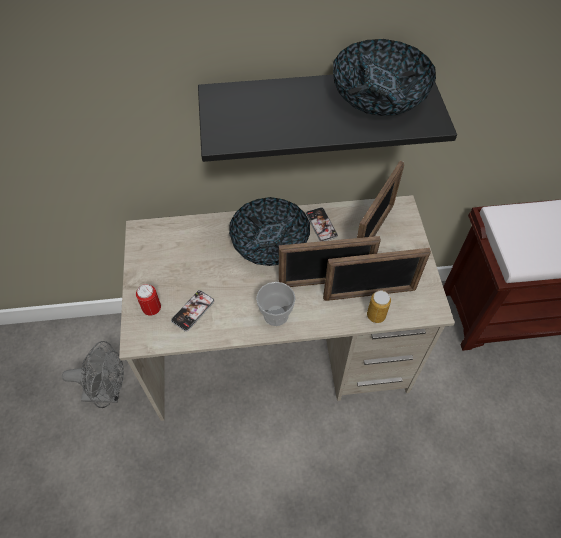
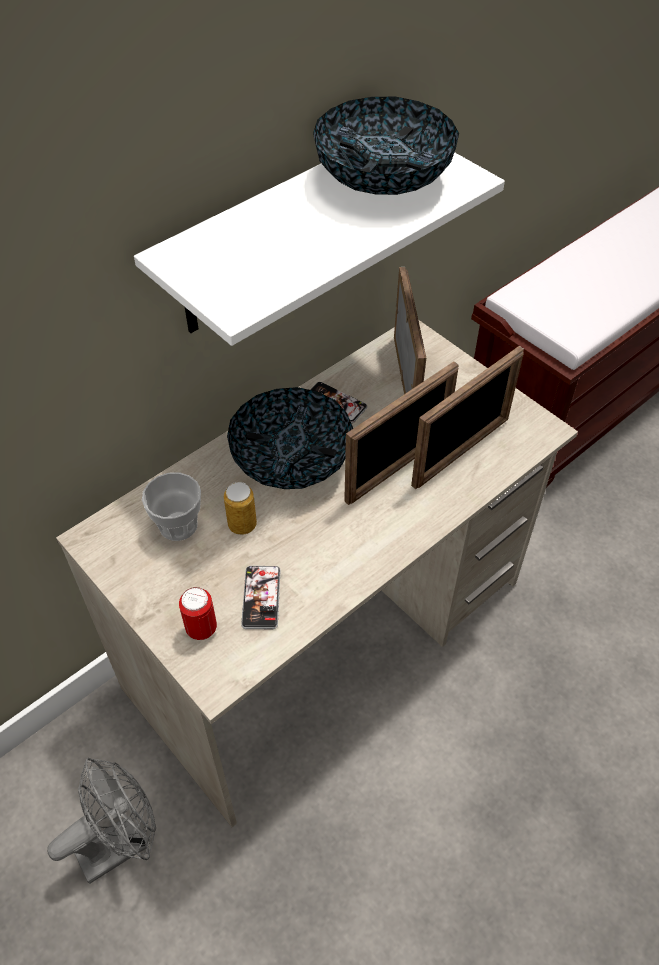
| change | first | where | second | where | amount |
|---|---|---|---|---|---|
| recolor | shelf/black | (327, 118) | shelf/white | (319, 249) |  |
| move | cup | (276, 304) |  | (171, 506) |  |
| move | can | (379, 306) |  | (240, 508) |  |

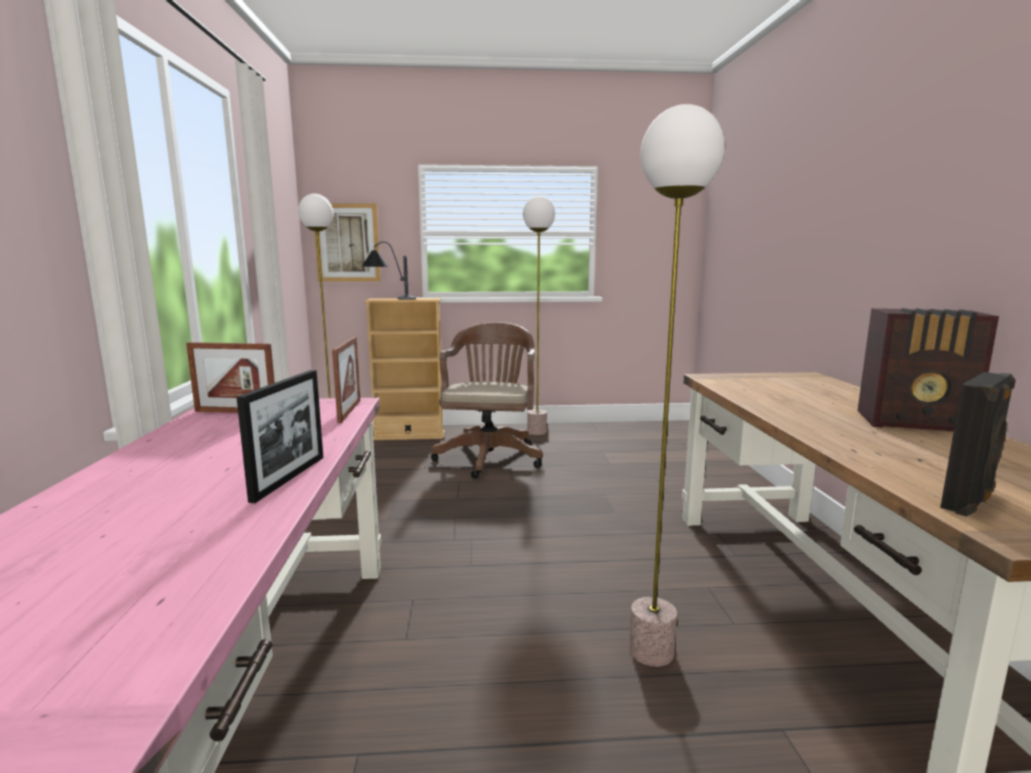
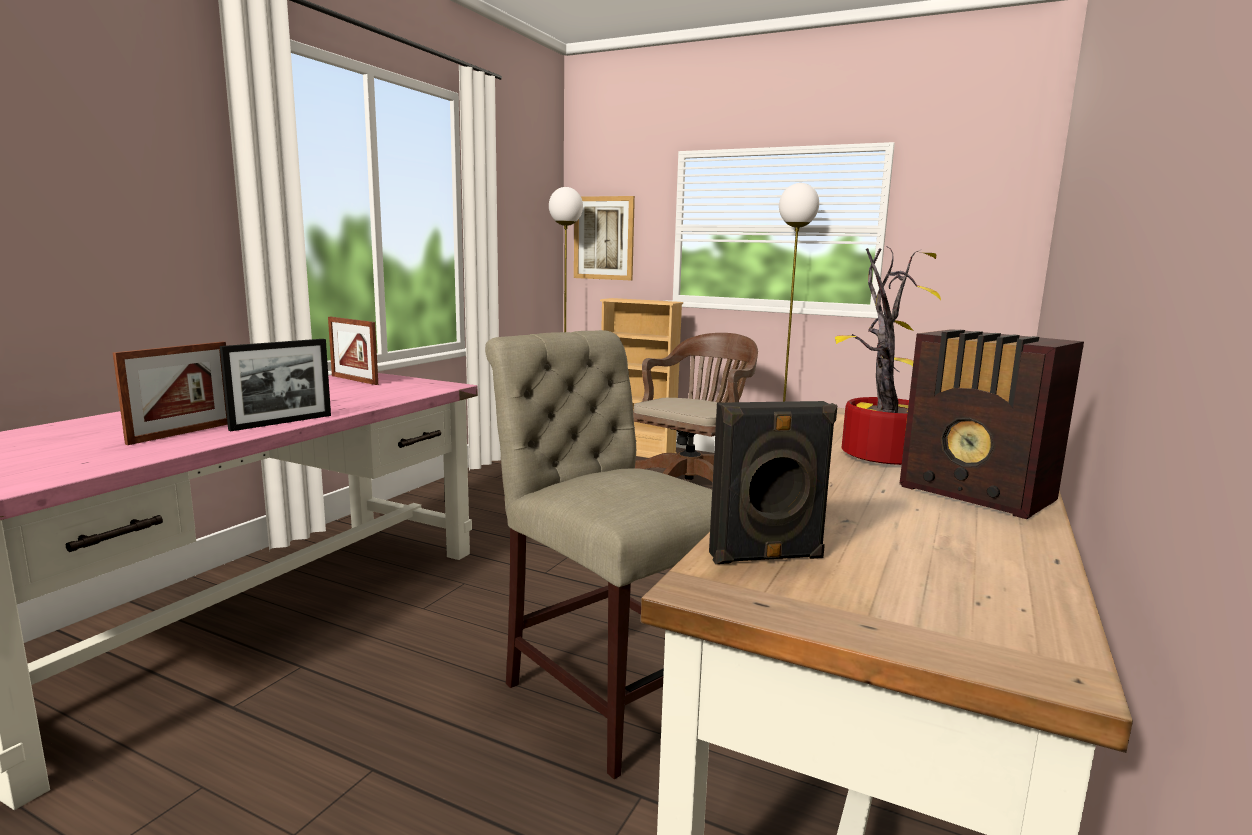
| change | first | where | second | where | amount |
|---|---|---|---|---|---|
| move | picture frame | (346, 380) |  | (170, 393) |  |
| replace | floor lamp | (677, 385) | chair/beige | (598, 554) |  |
| insert |  |  | potted plant | (888, 355) |  |
| delete | table lamp | (389, 270) |  |  |  |

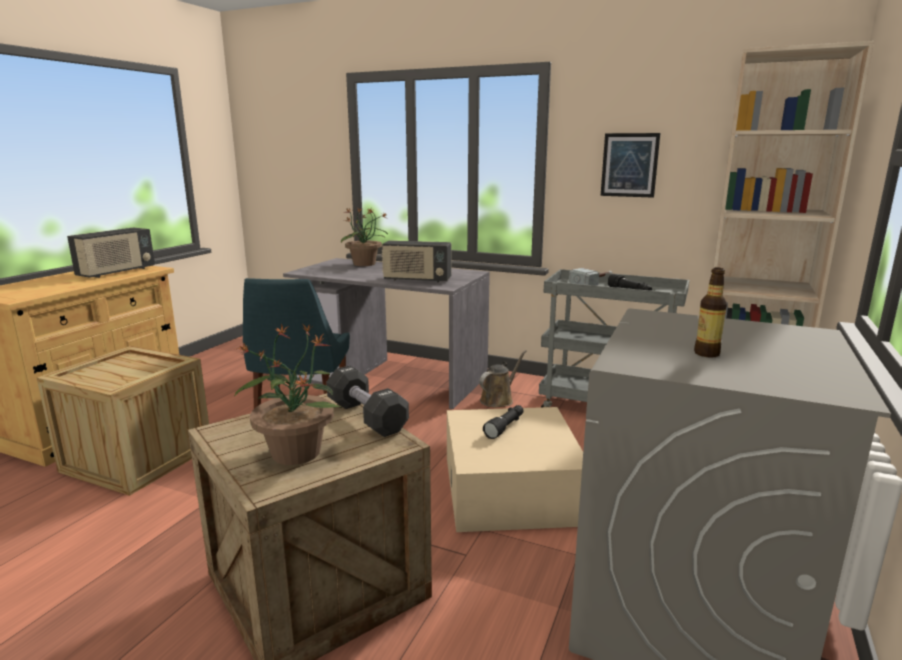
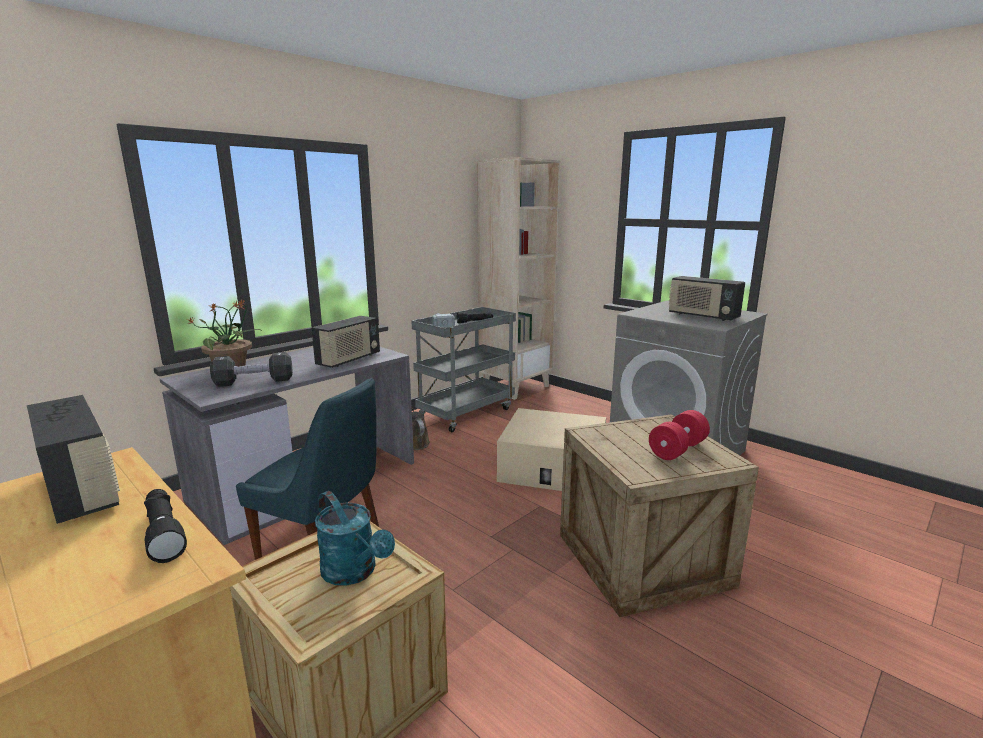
| change | first | where | second | where | amount |
|---|---|---|---|---|---|
| move | flashlight/black | (503, 422) |  | (165, 526) |  |
| move | dumbbell/black | (368, 401) |  | (251, 369) |  |
| insert |  |  | watering can/turquoise | (355, 538) |  |
| replace | potted plant | (288, 394) | dumbbell/red | (679, 435) |  |
| replace | bottle | (710, 313) | radio | (706, 298) |  |
| delete | picture | (630, 165) |  |  |  |

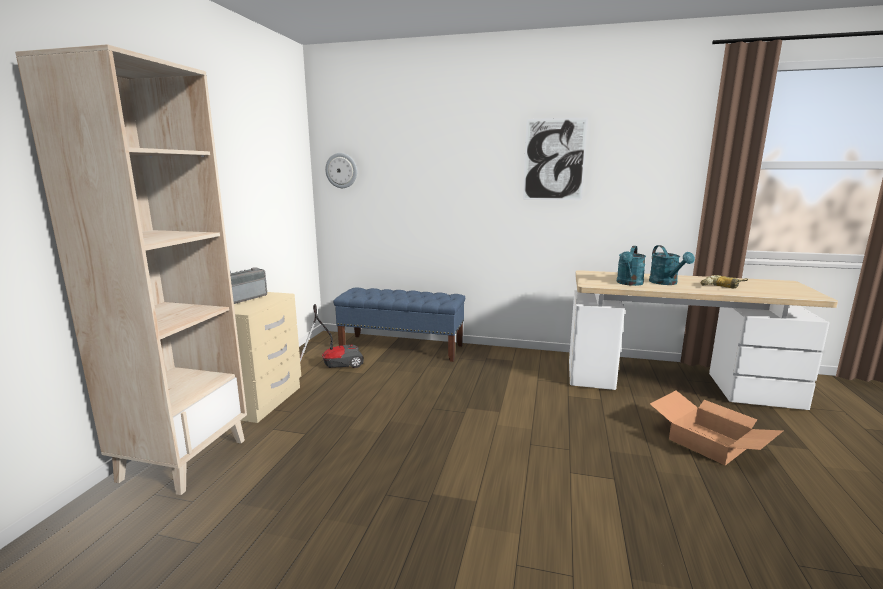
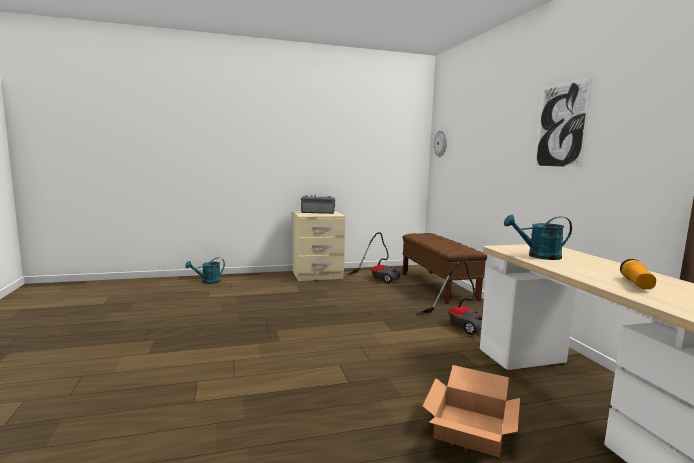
| change | first | where | second | where | amount |
|---|---|---|---|---|---|
| move | watering can/turquoise | (672, 265) |  | (205, 270) |  |
| recolor | bench/blue | (399, 325) | bench/brown | (445, 268) |  |
| insert |  |  | vacuum cleaner | (449, 298) |  |
| replace | power drill | (724, 281) | flashlight | (638, 274) |  |
| delete | bookcase/beige | (131, 269) |  |  |  |

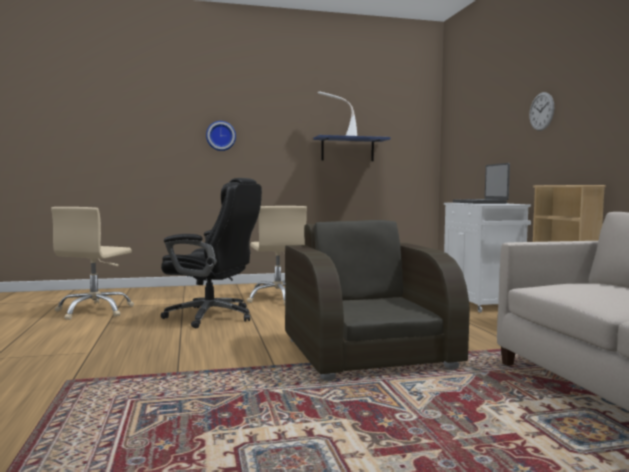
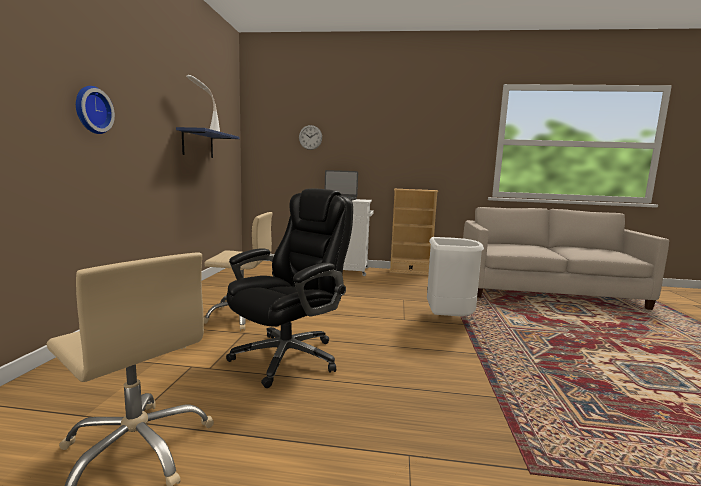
| change | first | where | second | where | amount |
|---|---|---|---|---|---|
| move | wall clock | (541, 111) |  | (310, 137) |  |
| replace | armchair/brown | (377, 300) | trash can/white | (455, 277) |  |

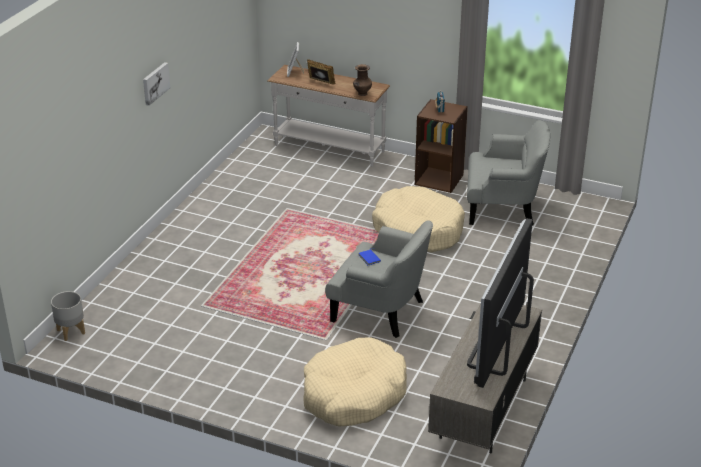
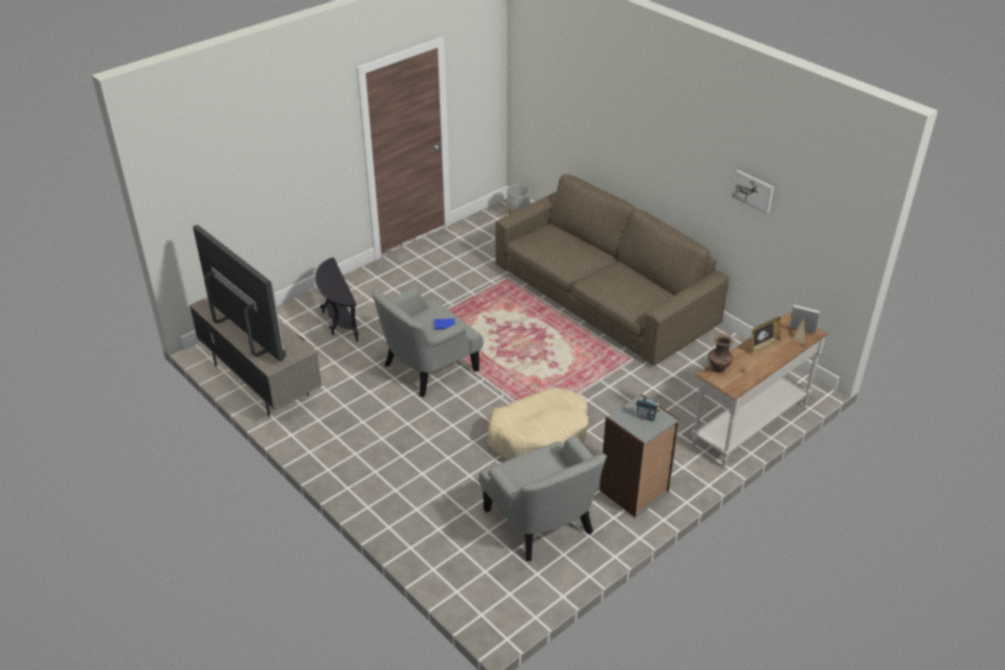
| change | first | where | second | where | amount |
|---|---|---|---|---|---|
| replace | dog bed/beige | (355, 381) | side table/black | (337, 299) |  |
| rotate | armchair/grey | (509, 173) |  | (543, 498) | 60 degrees counterclockwise |
| insert |  |  | sofa/brown | (612, 270) |  |
| recolor | bookcase/brown | (441, 146) | bookcase/grey | (640, 456) |  |
| move | picture | (156, 84) |  | (753, 192) |  |

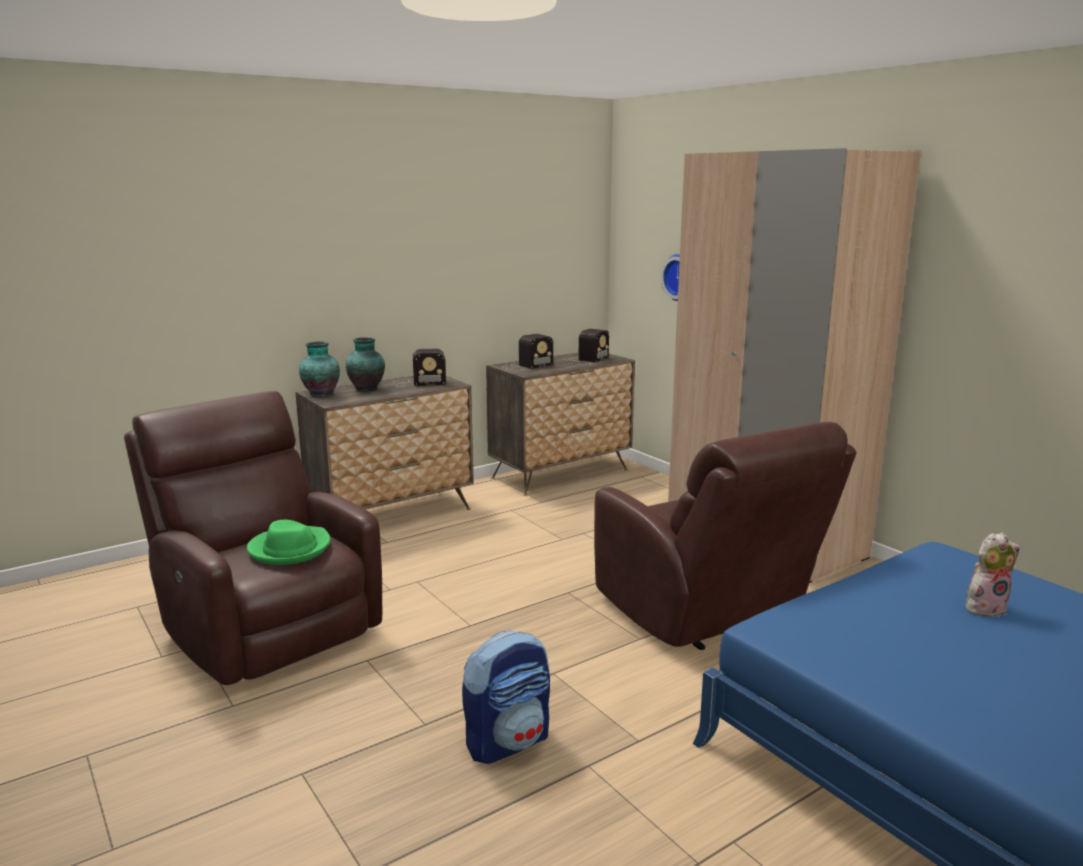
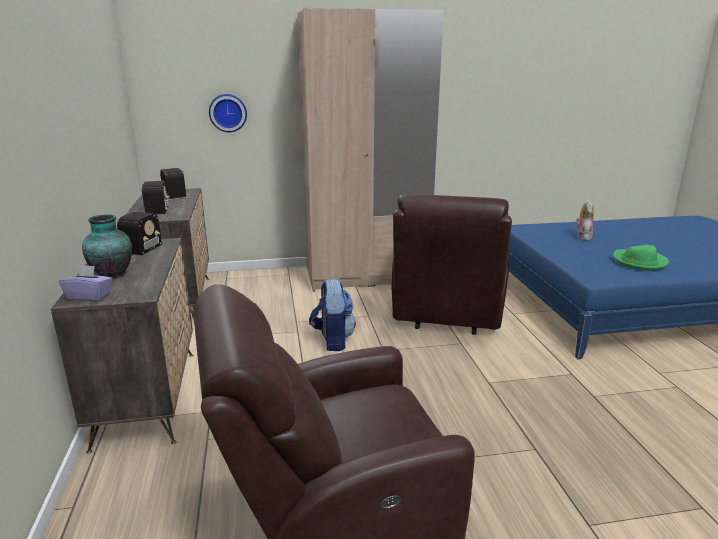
| change | first | where | second | where | amount |
|---|---|---|---|---|---|
| replace | vase | (319, 369) | tissue box/purple | (85, 283) |  |
| move | backpack | (506, 697) |  | (332, 315) |  |
| rotate | armchair/brown | (725, 536) |  | (451, 264) | 105 degrees clockwise |
| move | hat/green | (289, 542) |  | (641, 258) |  |

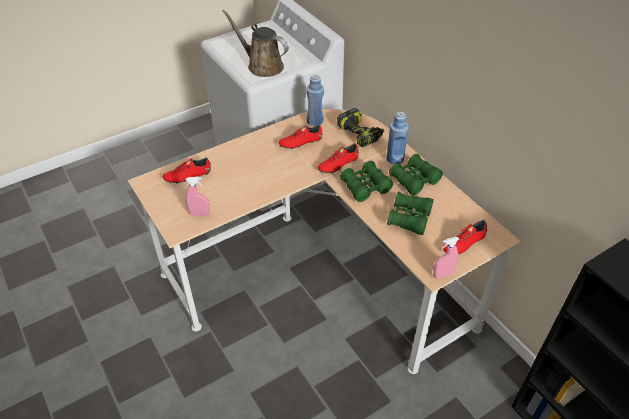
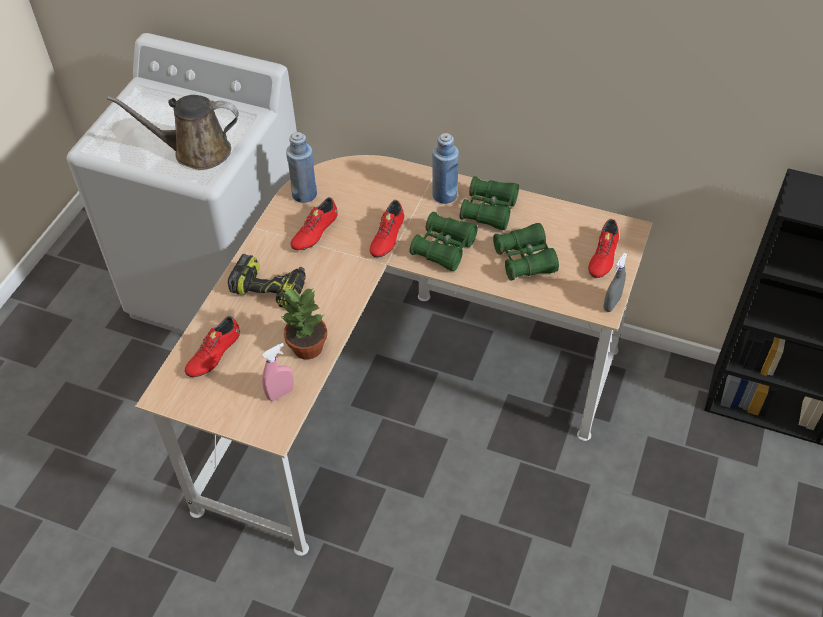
| change | first | where | second | where | amount |
|---|---|---|---|---|---|
| move | power drill | (360, 127) |  | (267, 281) |  |
| insert |  |  | potted plant | (304, 324) |  |
| recolor | spray bottle/pink | (446, 257) | spray bottle/grey | (616, 282) |  |

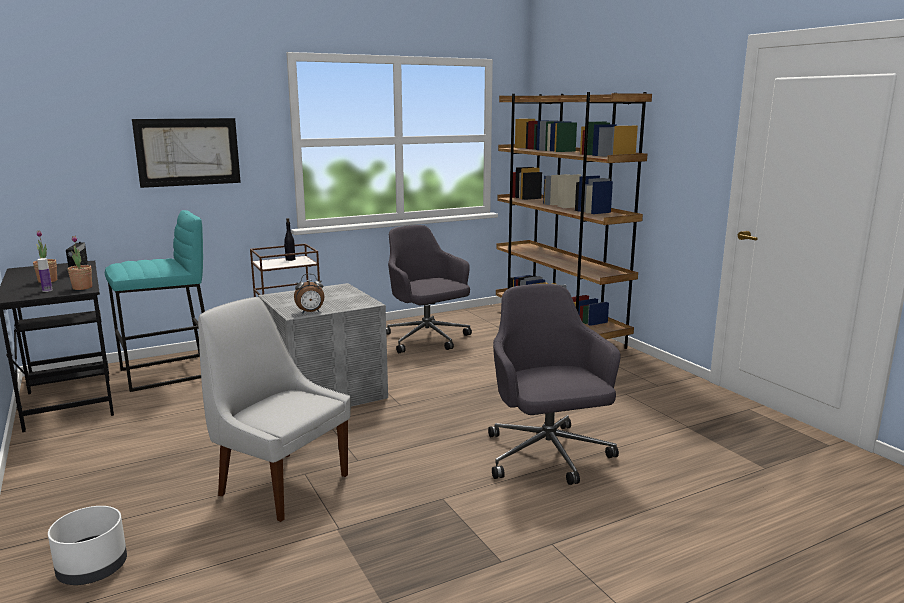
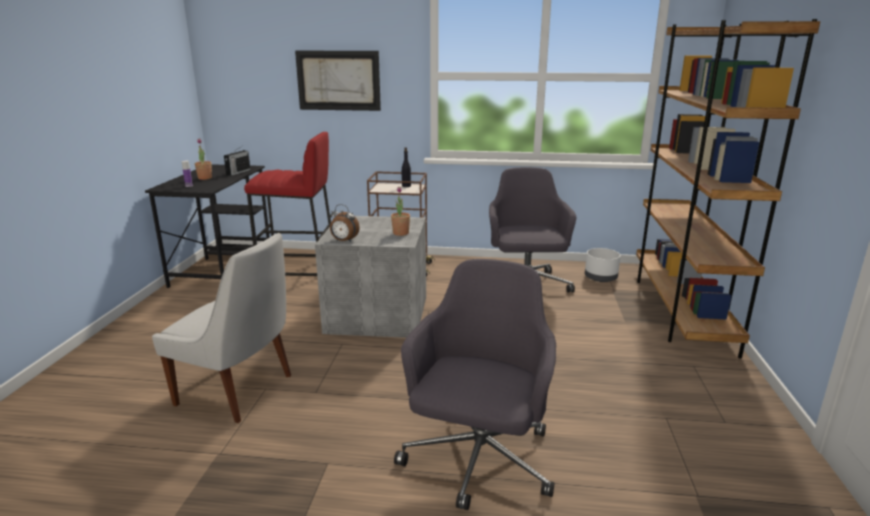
| change | first | where | second | where | amount |
|---|---|---|---|---|---|
| rotate | chair/white | (274, 409) |  | (221, 328) | 135 degrees clockwise |
| recolor | stool/turquoise | (155, 301) | stool/red | (287, 204) |  |
| move | potted plant | (80, 263) |  | (400, 211) |  |
| move | planter/white | (87, 545) |  | (603, 265) |  |

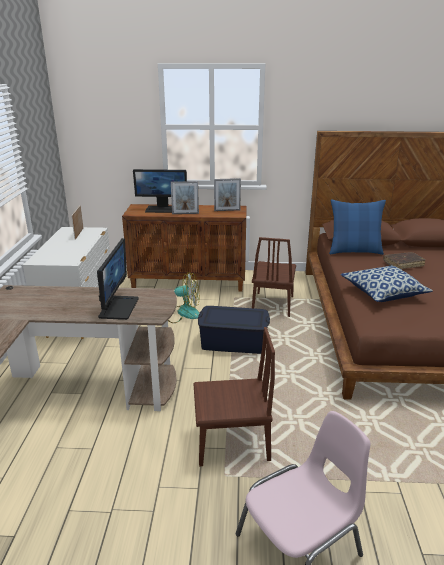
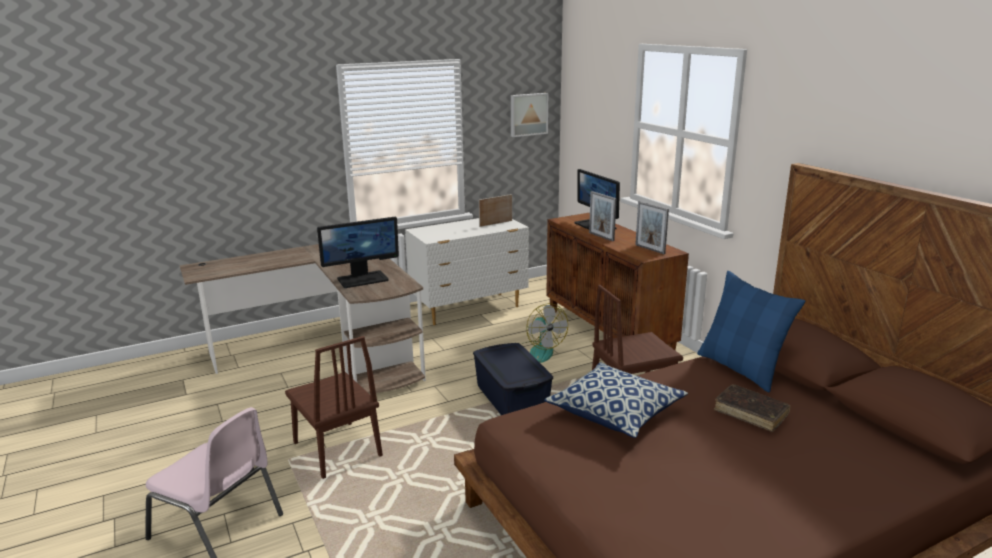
| change | first | where | second | where | amount |
|---|---|---|---|---|---|
| insert |  |  | picture | (529, 115) |  |

